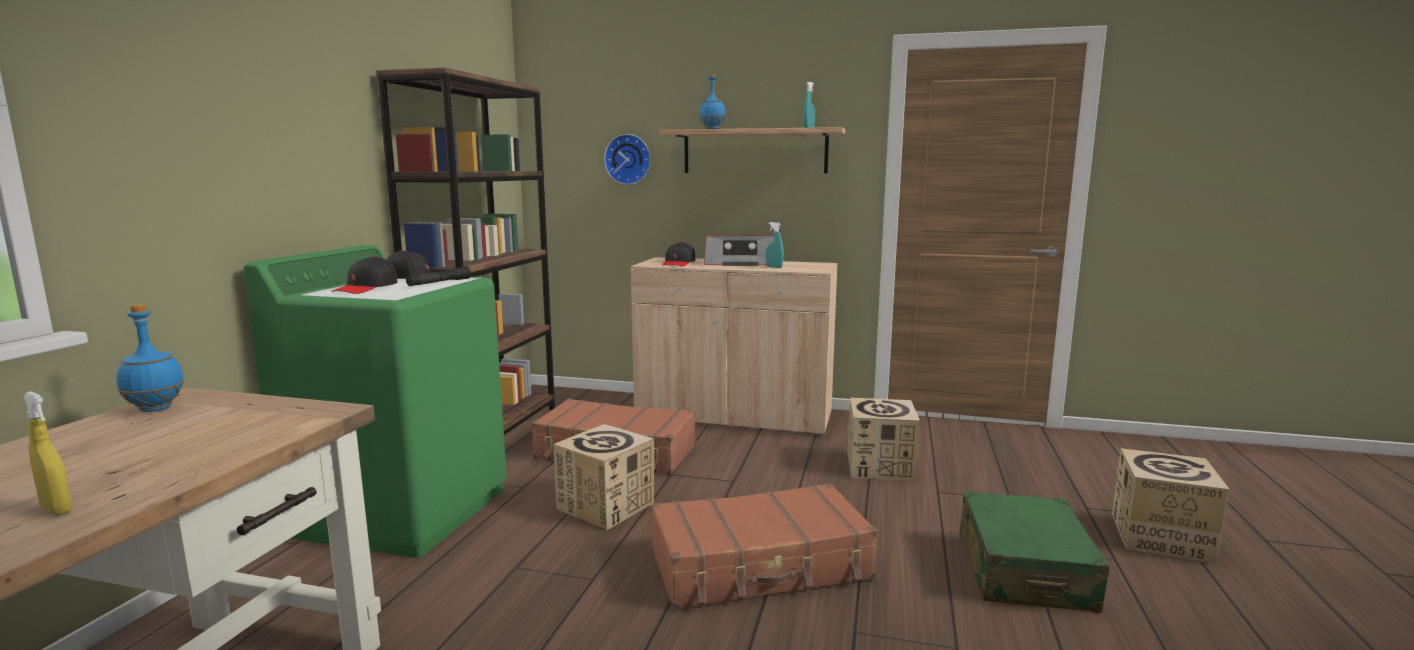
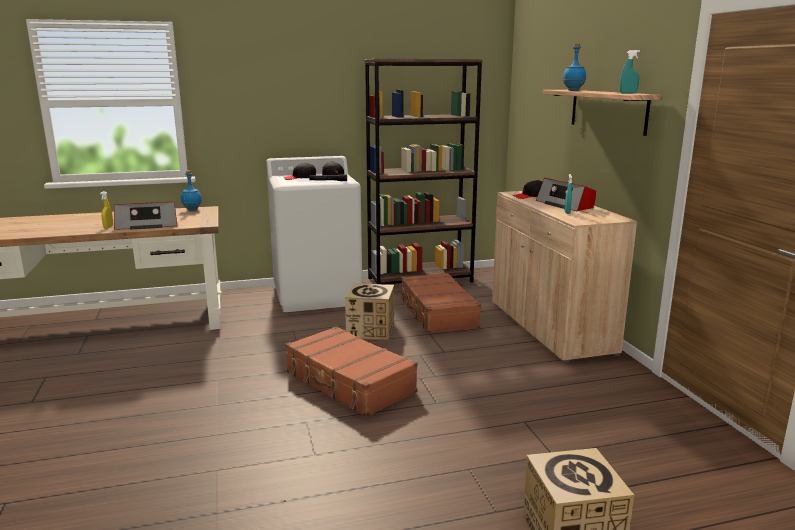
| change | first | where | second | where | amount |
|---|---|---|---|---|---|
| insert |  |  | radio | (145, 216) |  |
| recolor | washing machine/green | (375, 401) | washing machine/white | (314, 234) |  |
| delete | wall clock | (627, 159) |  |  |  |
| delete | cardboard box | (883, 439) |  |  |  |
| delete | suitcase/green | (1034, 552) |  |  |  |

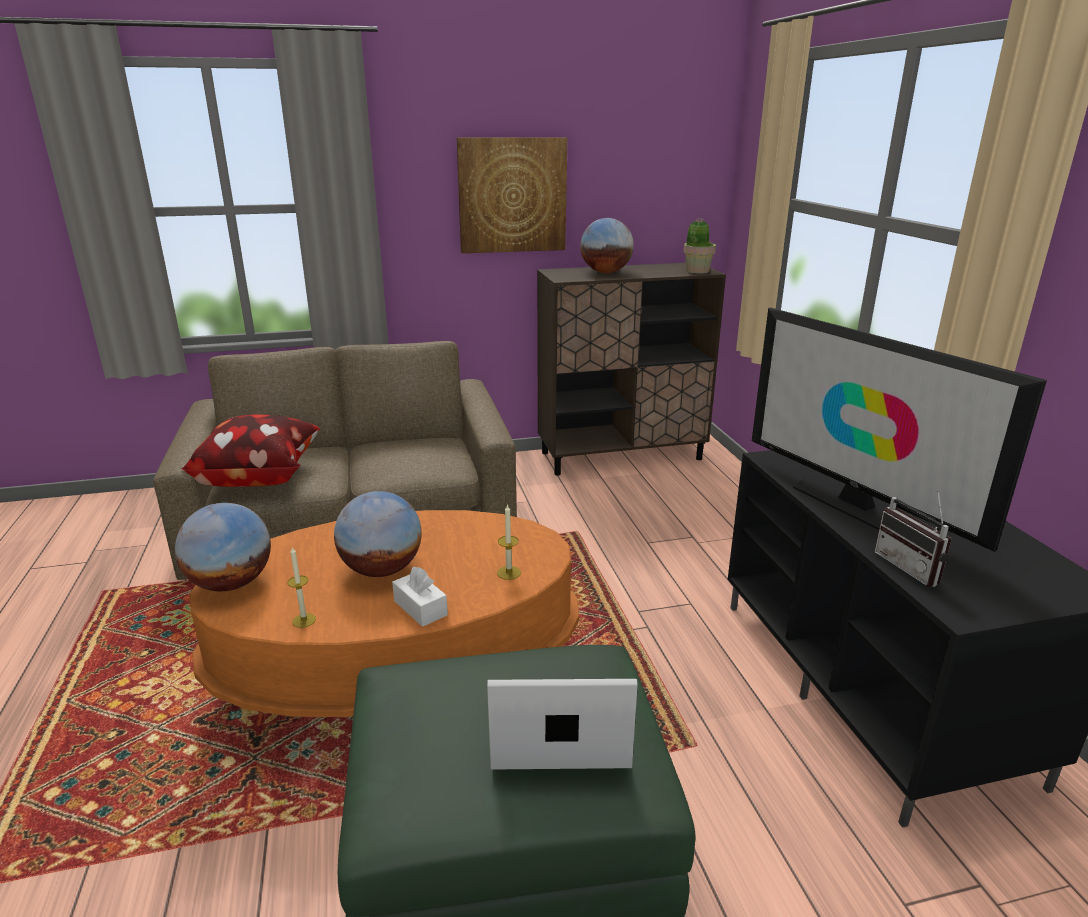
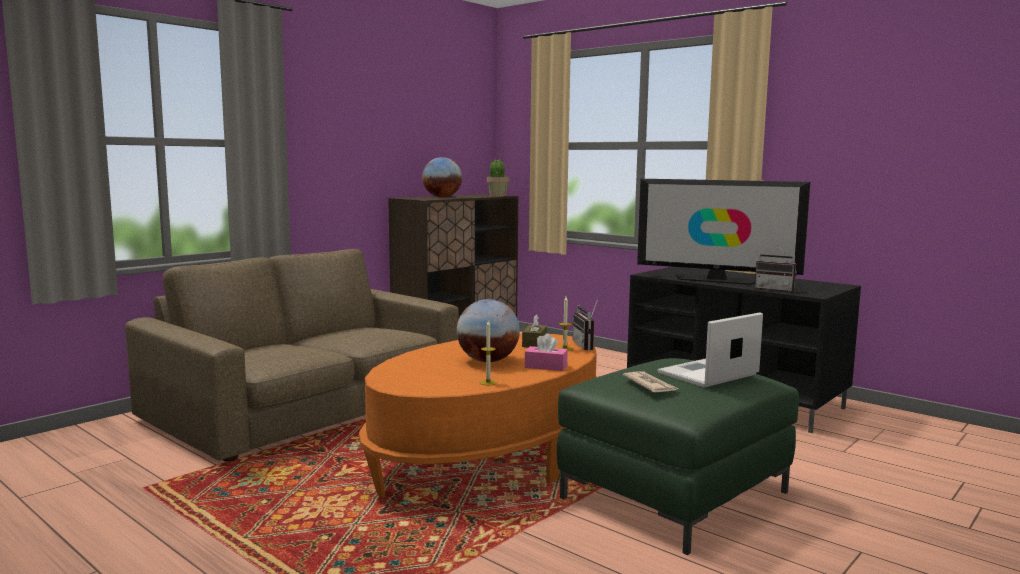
| change | first | where | second | where | amount |
|---|---|---|---|---|---|
| insert |  |  | tissue box/brown | (534, 330) |  |
| recolor | tissue box/white | (420, 597) | tissue box/pink | (546, 352) |  |
| insert |  |  | radio | (585, 325) |  |
| insert |  |  | newspaper | (651, 381) |  |
| delete | globe | (223, 547) |  |  |  |
| delete | pillow | (250, 450) |  |  |  |
| delete | picture | (512, 195) |  |  |  |

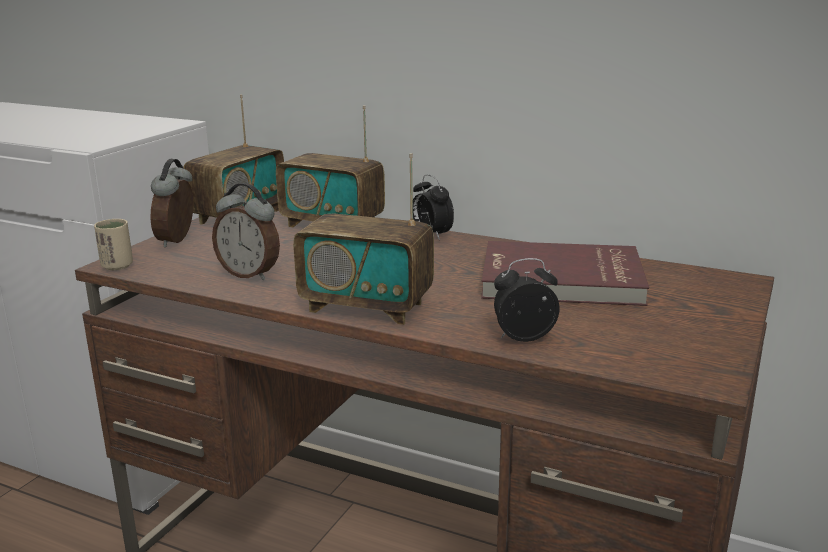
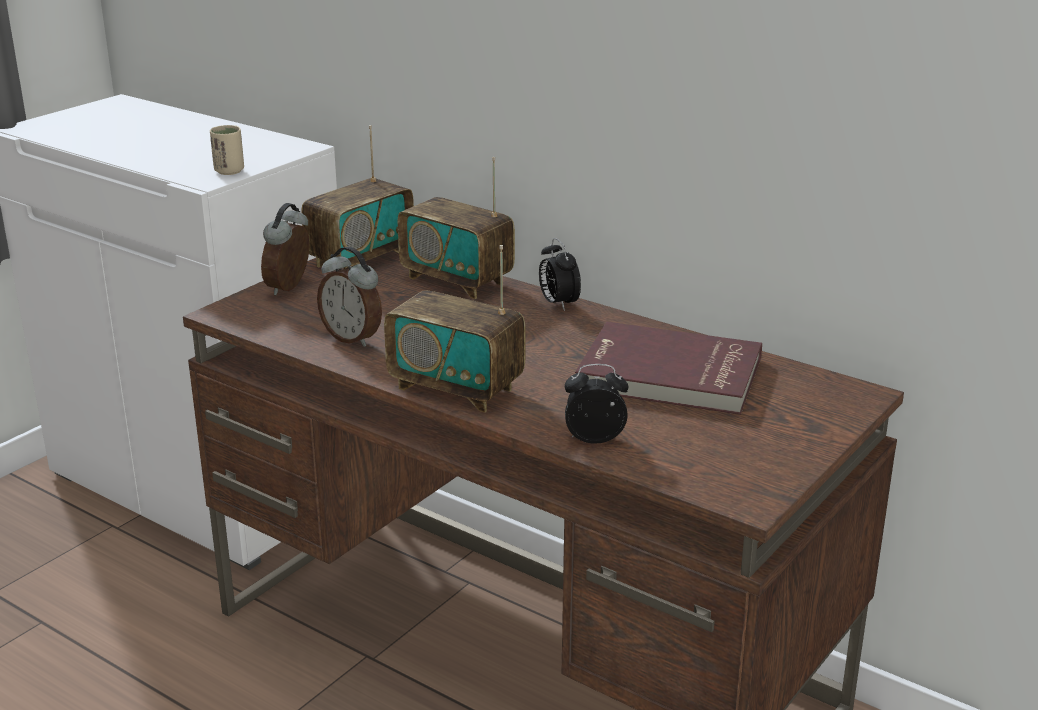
| change | first | where | second | where | amount |
|---|---|---|---|---|---|
| move | cup/beige | (113, 244) |  | (227, 150) |  |

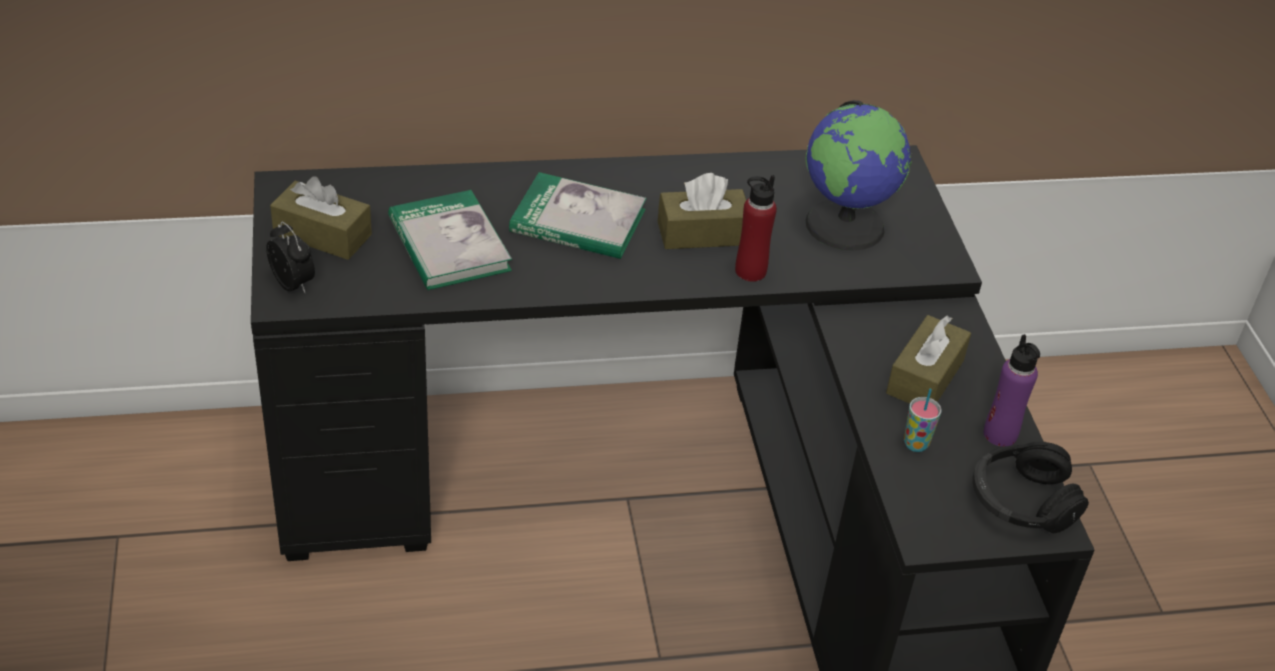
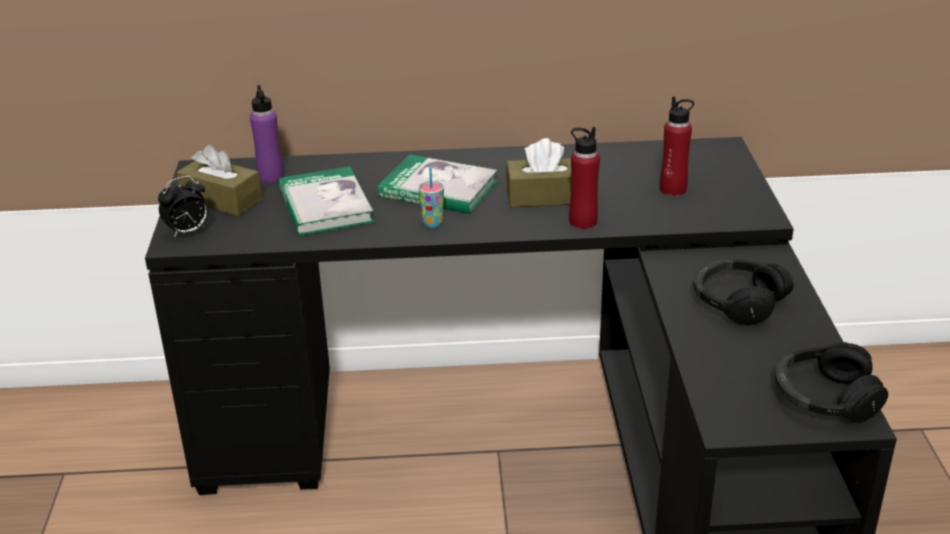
| change | first | where | second | where | amount |
|---|---|---|---|---|---|
| rotate | alarm clock | (290, 257) |  | (183, 207) | 90 degrees clockwise |
| move | bottle/purple | (1011, 390) |  | (267, 134) |  |
| move | cup | (923, 420) |  | (431, 198) |  |
| replace | globe | (858, 175) | bottle/red | (677, 146) |  |
| replace | tissue box/brown | (928, 359) | headphones/black | (743, 292) |  |

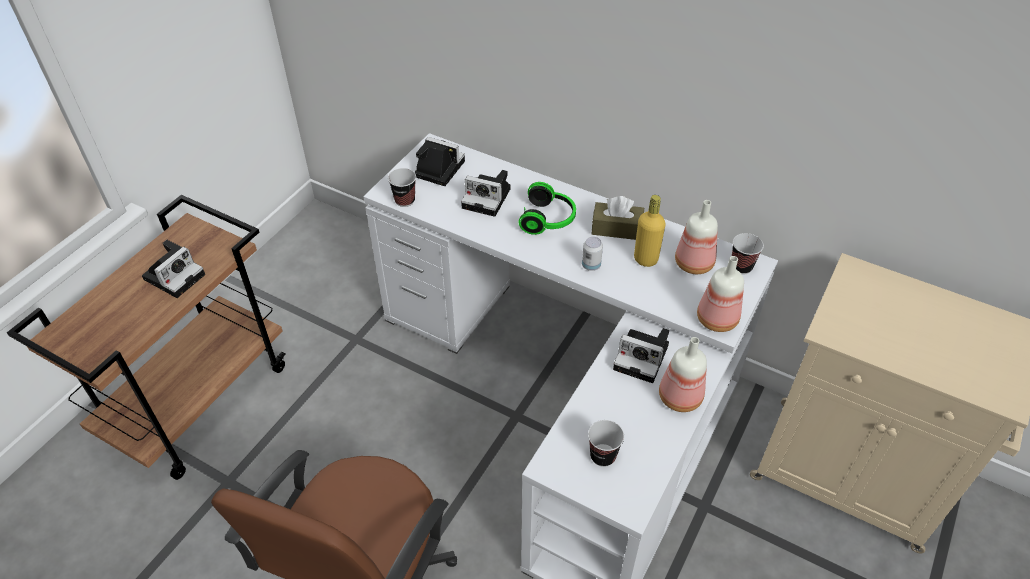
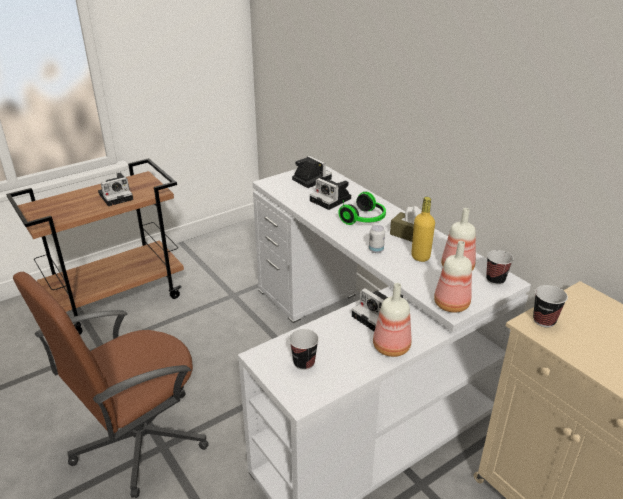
| change | first | where | second | where | amount |
|---|---|---|---|---|---|
| move | cup | (402, 187) |  | (550, 306) |  |

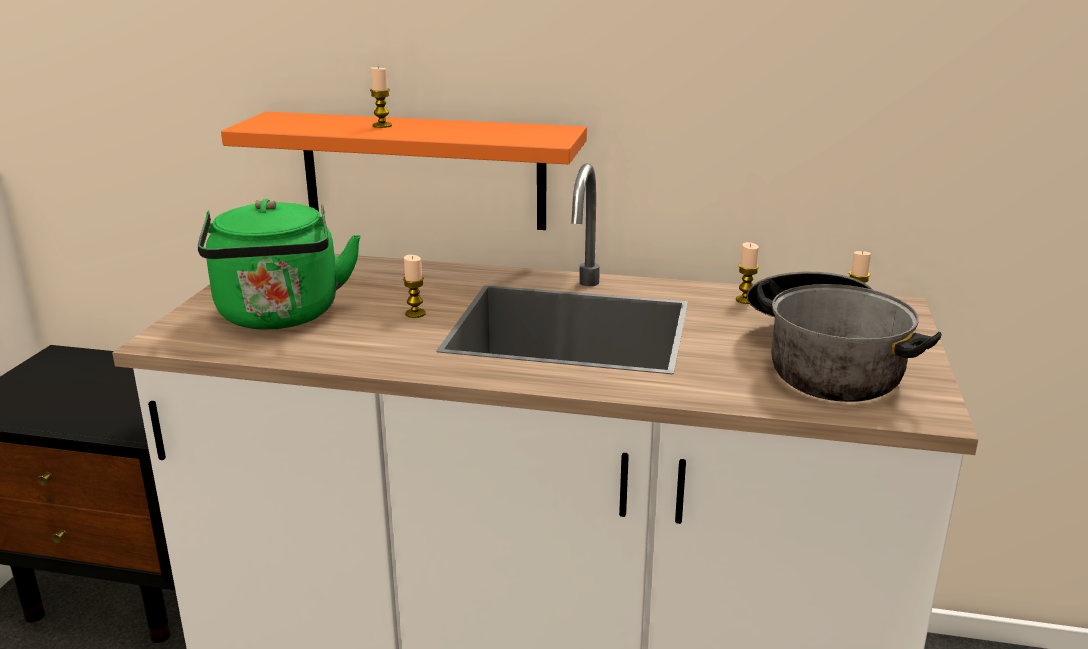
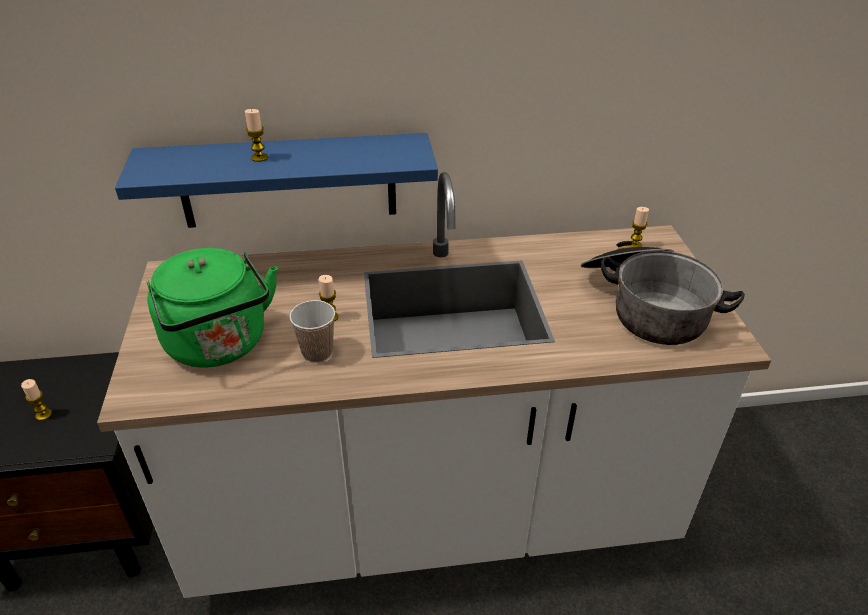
| change | first | where | second | where | amount |
|---|---|---|---|---|---|
| move | candle | (747, 273) |  | (36, 400) |  |
| recolor | shelf/orange | (404, 171) | shelf/blue | (276, 180) |  |
| insert |  |  | cup | (312, 331) |  |

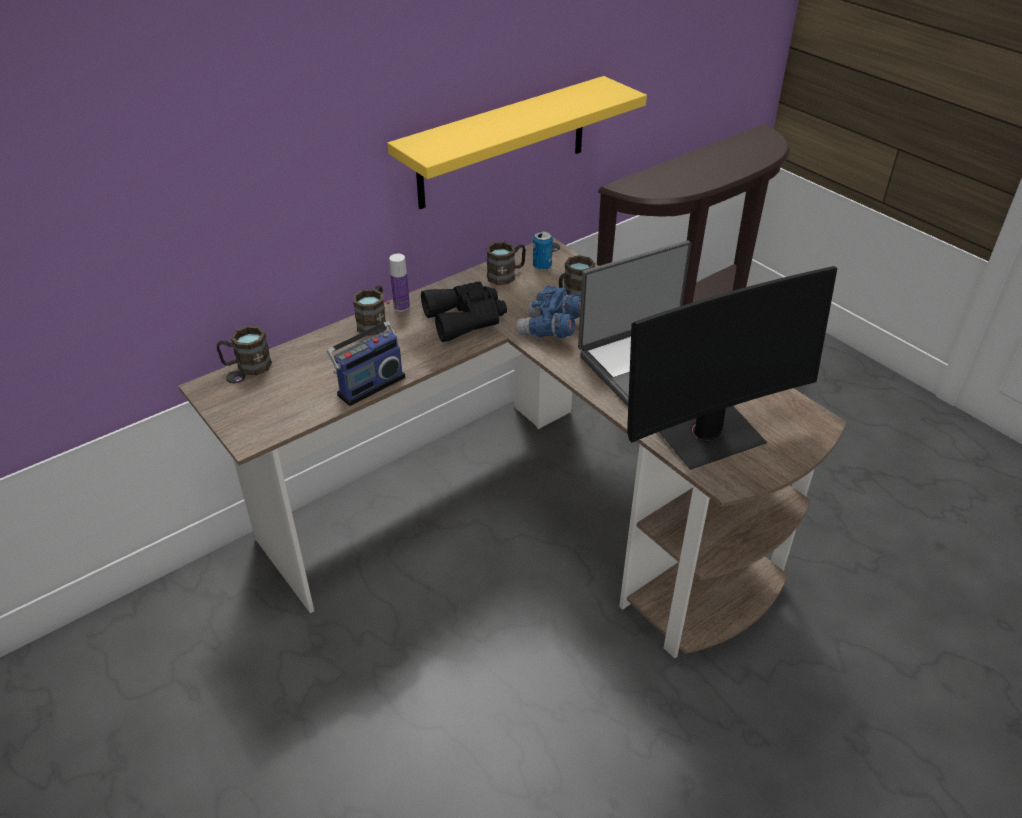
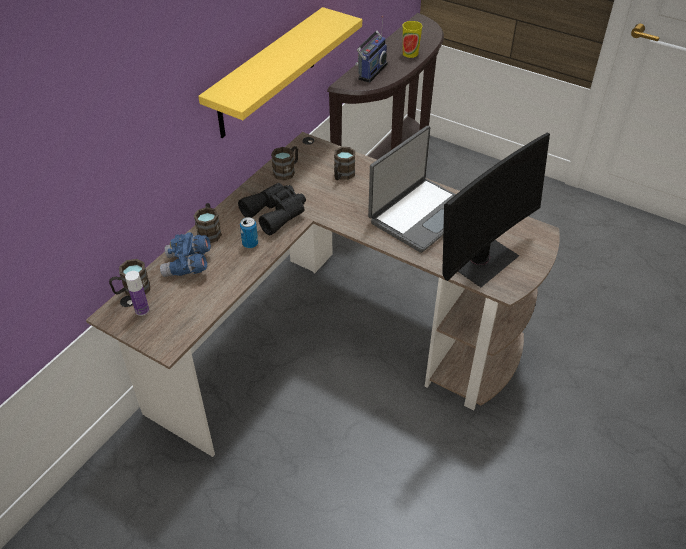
| change | first | where | second | where | amount |
|---|---|---|---|---|---|
| move | bottle | (399, 283) |  | (137, 293) |  |
| move | binoculars/blue | (549, 312) |  | (185, 254) |  |
| move | can | (543, 250) |  | (249, 232) |  |
| move | radio | (366, 353) |  | (371, 49) |  |
| insert |  |  | cup | (412, 39) |  |

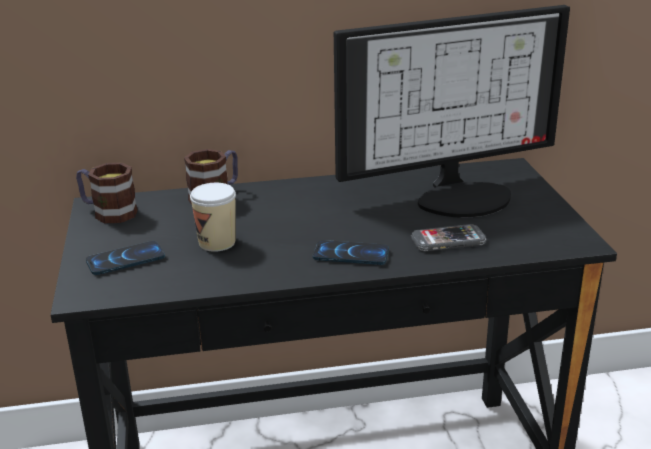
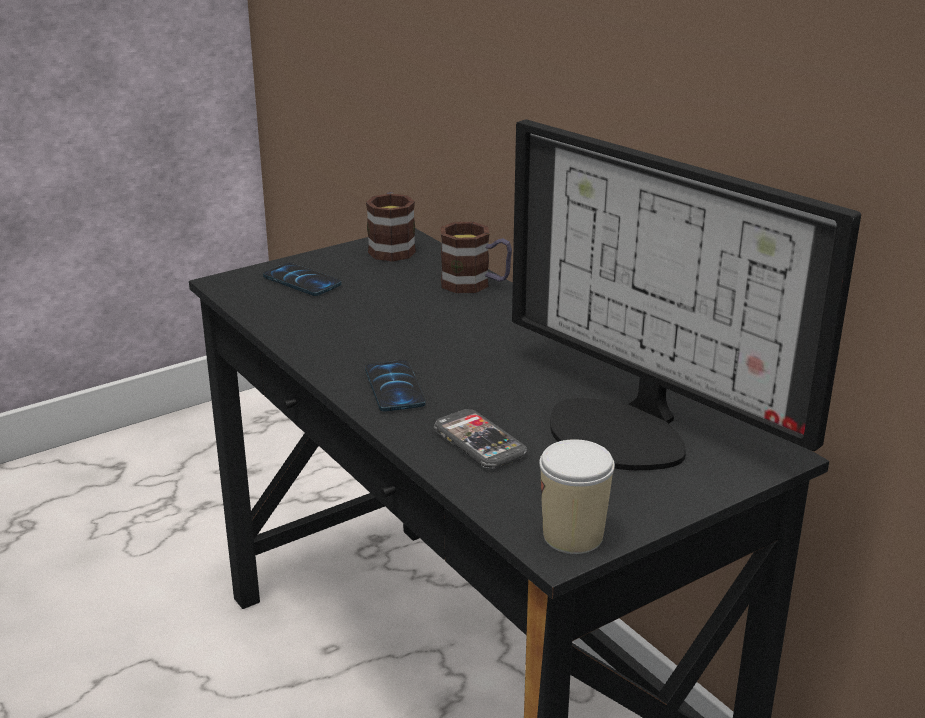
| change | first | where | second | where | amount |
|---|---|---|---|---|---|
| move | cup | (213, 217) |  | (577, 496) |  |

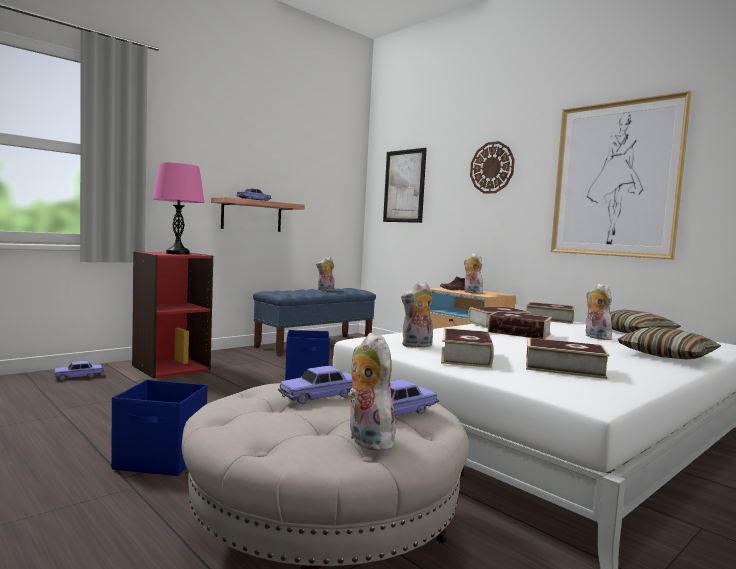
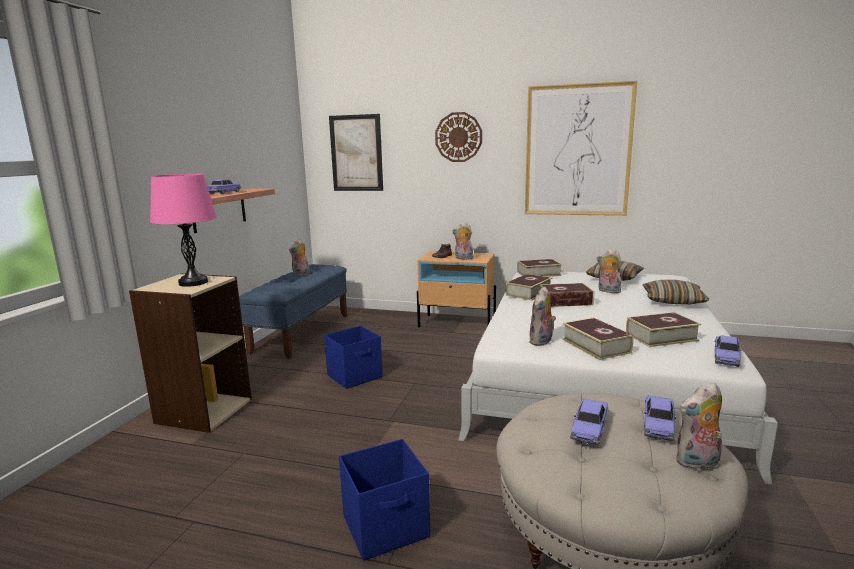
| change | first | where | second | where | amount |
|---|---|---|---|---|---|
| recolor | bookcase/red | (172, 315) | bookcase/beige | (190, 353) |  |
| rotate | plush toy | (373, 392) |  | (699, 426) | 45 degrees counterclockwise |
| move | toy car | (78, 370) |  | (728, 351) |  |

